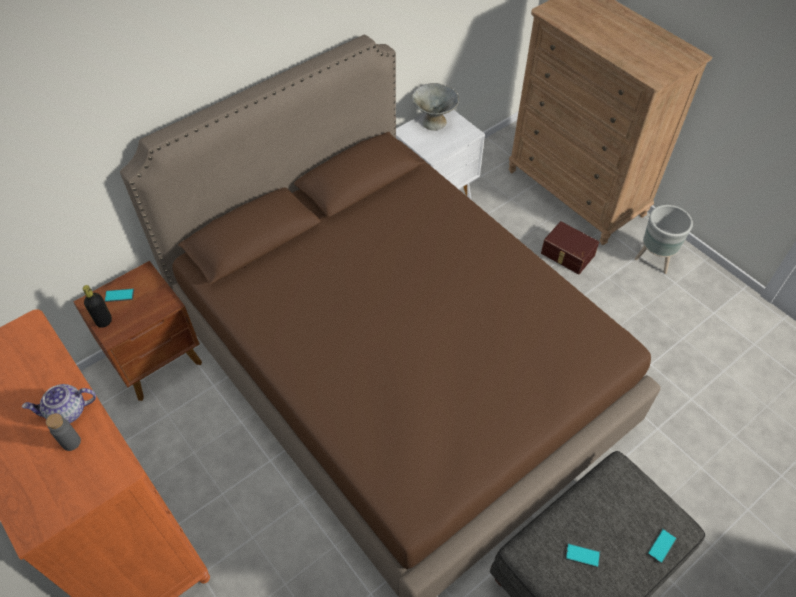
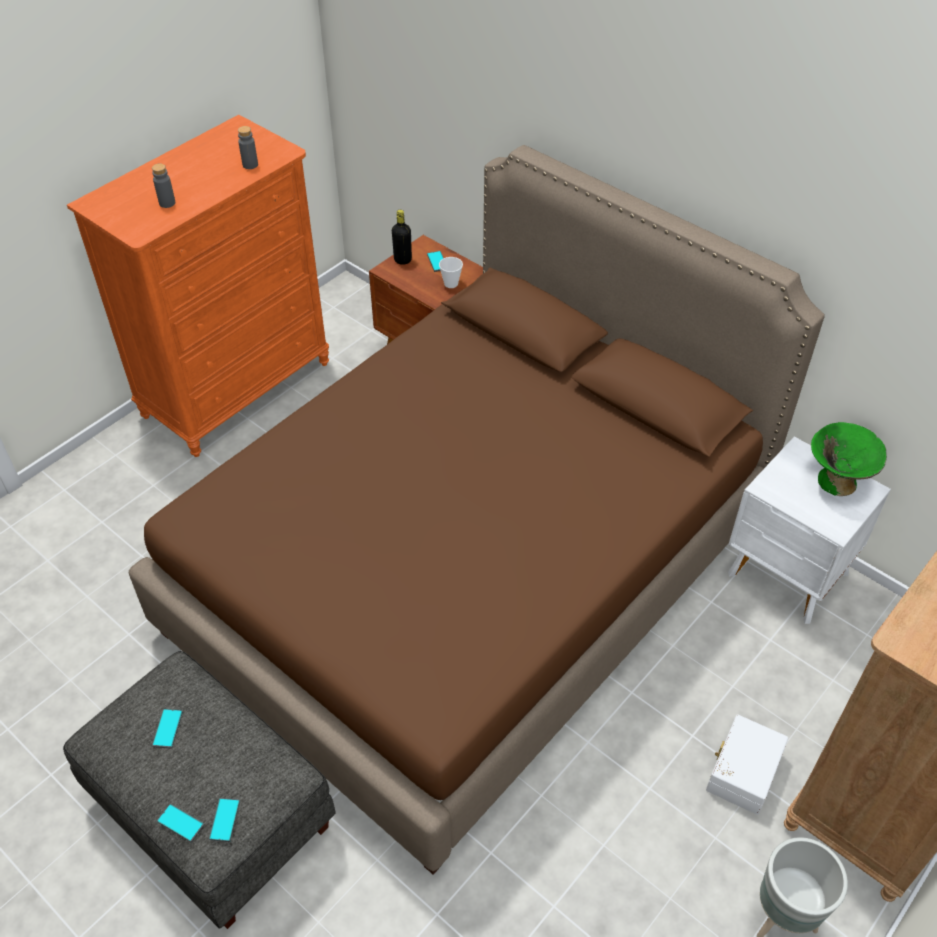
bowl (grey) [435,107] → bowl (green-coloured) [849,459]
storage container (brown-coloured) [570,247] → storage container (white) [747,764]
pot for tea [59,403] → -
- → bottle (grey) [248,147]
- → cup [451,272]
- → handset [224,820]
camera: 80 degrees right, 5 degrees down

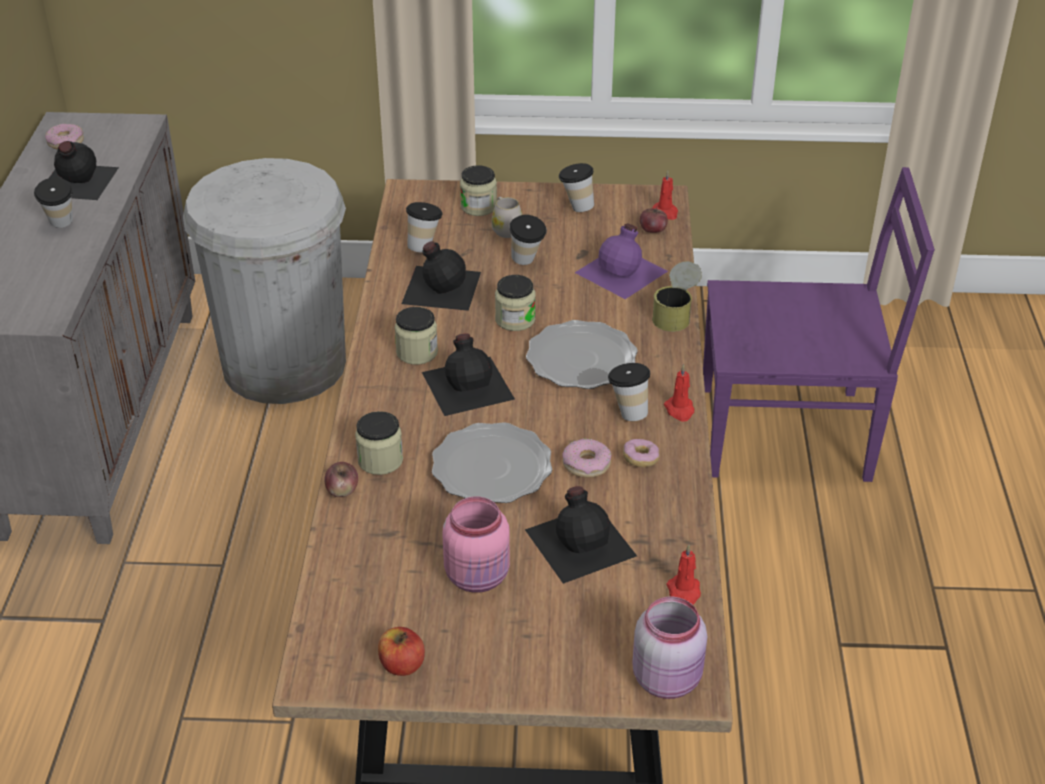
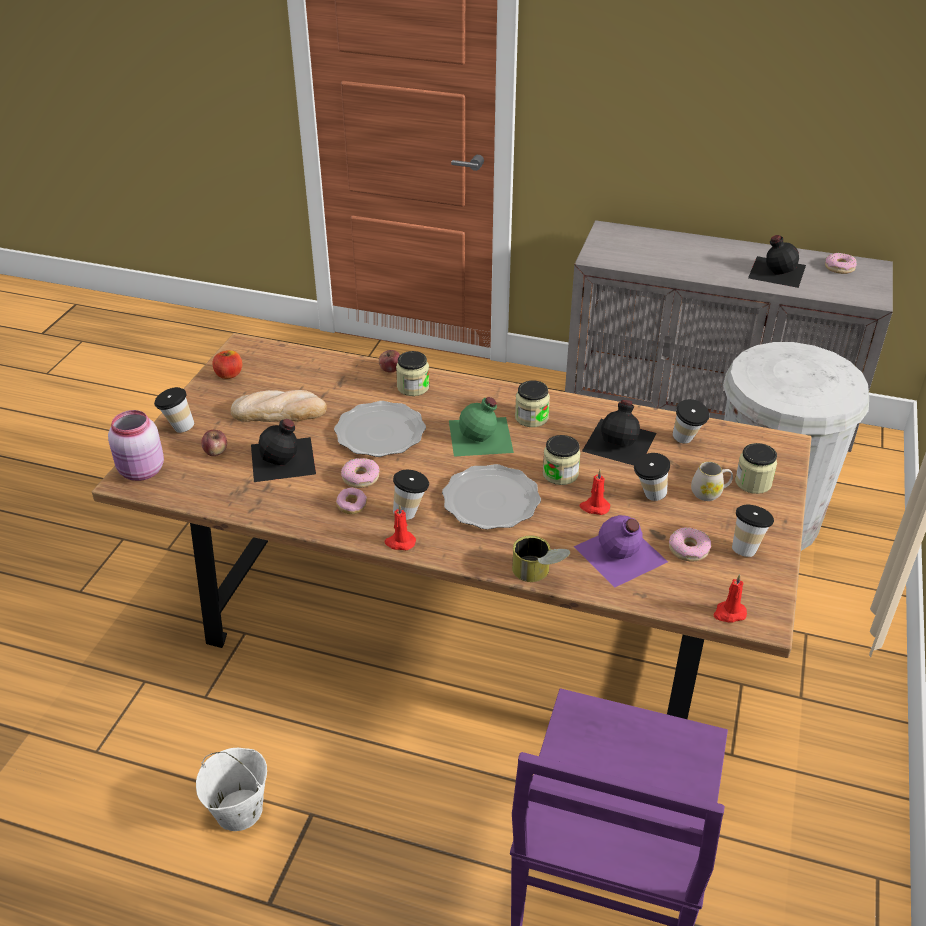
cup [53,202] → cup [174,410], relocated
apple fruit [654,220] → apple fruit [214,443], relocated
bottle (black-coloured) [468,374] → bottle (green-coloured) [481,427]
jar (pink) [476,545] → bakery bread [279,406]
candle (red) [683,574] → candle (red) [594,492], relocated
- → donut [690,544]
- → pail (white) [231,789]
camera: 105 degrees right, 0 degrees up

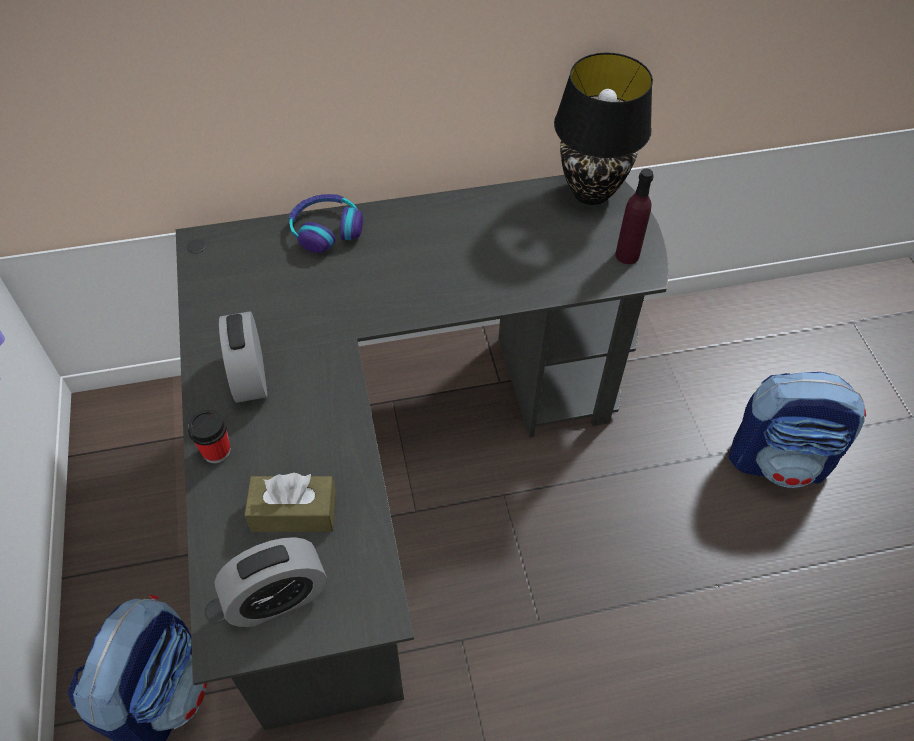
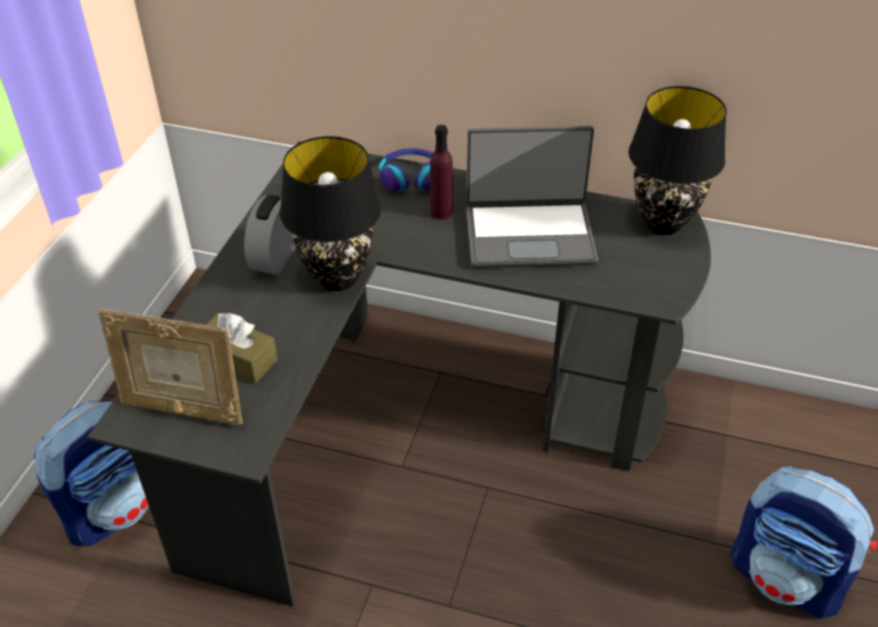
bottle (purplish) [634,216] → bottle (purplish) [441,172], relocated
cup [209,436] → -
alarm clock [270,582] → picture frame [170,367]
- → portable computer [532,197]
- → lamp for a table (black-coloured) [331,213]
camera: 30 degrees right, 10 degrees down

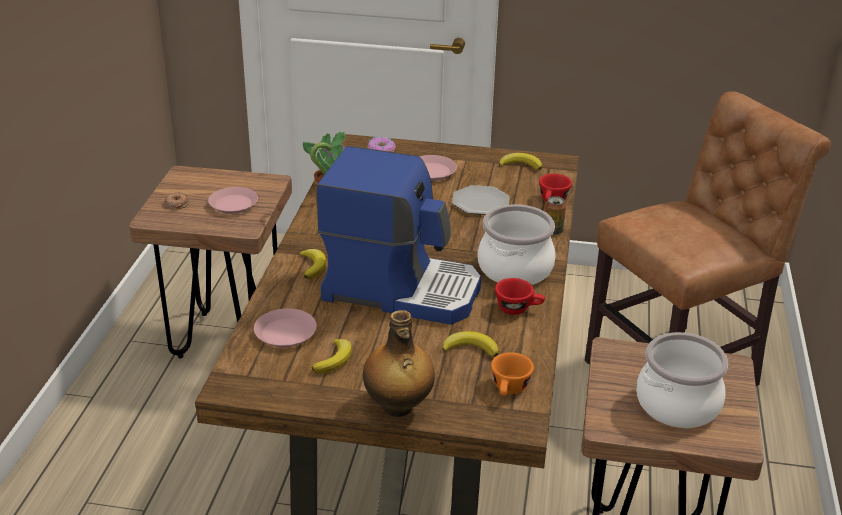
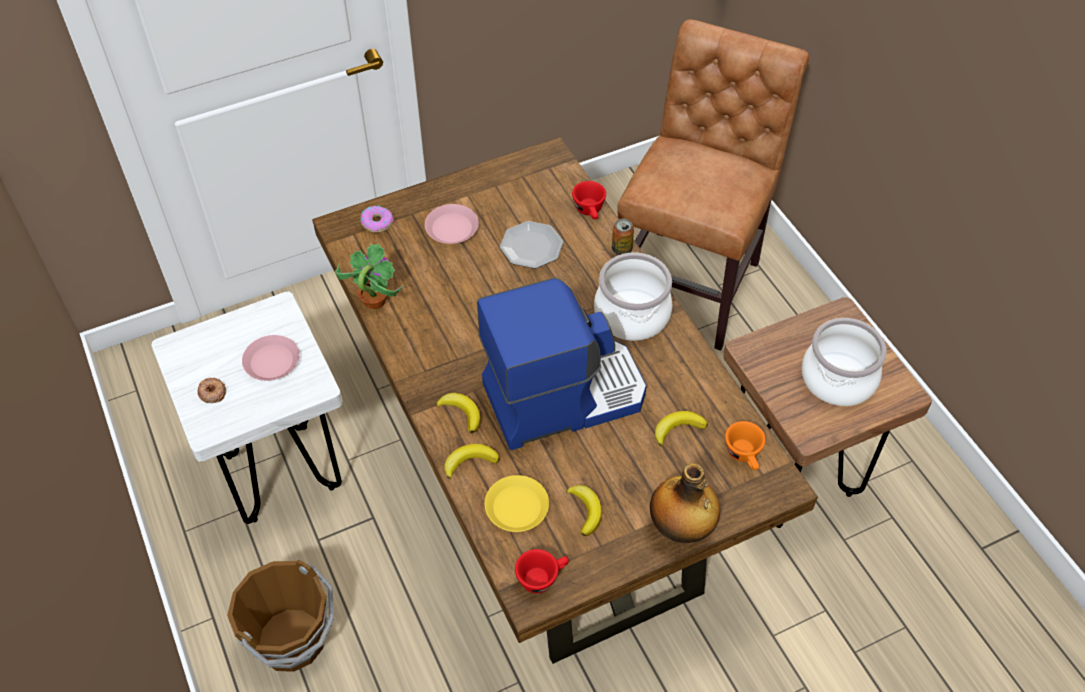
whole banana [520,161] → whole banana [472,462], relocated
stool seat (brown-coloured) [210,262] → stool seat (white) [246,408]
cup (red) [520,296] → cup (red) [542,571], relocated
flat dish (pink) [285,327] → flat dish (yellowish) [517,503]
- → pail (brown-coloured) [280,616]
camera: 35 degrees left, 20 degrees up

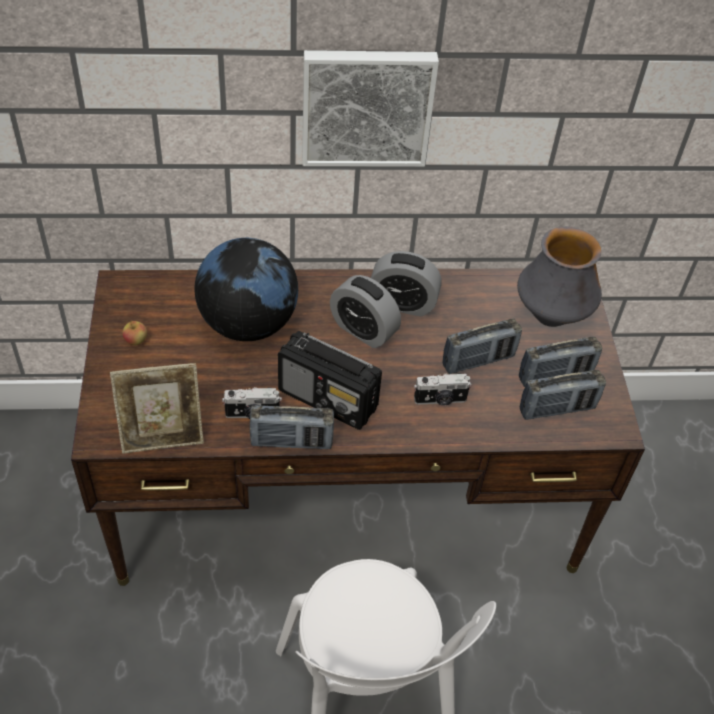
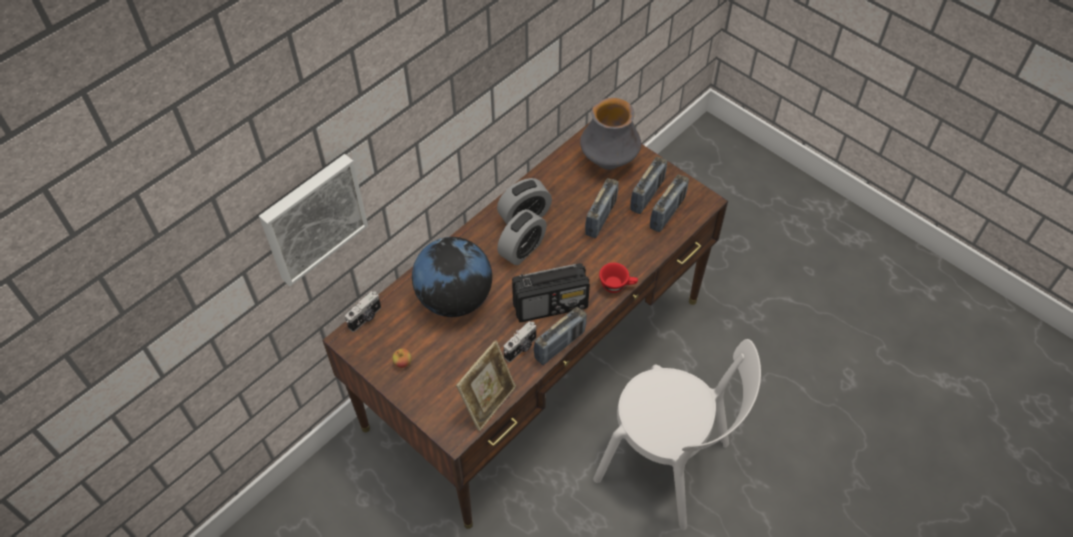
picture [370,108] → picture [313,220], relocated
alarm clock [365,311] → alarm clock [522,237], 45 degrees counterclockwise
photo camera [442,389] → photo camera [363,311], relocated
- → cup (red) [618,278]
camera: 40 degrees left, 5 degrees up

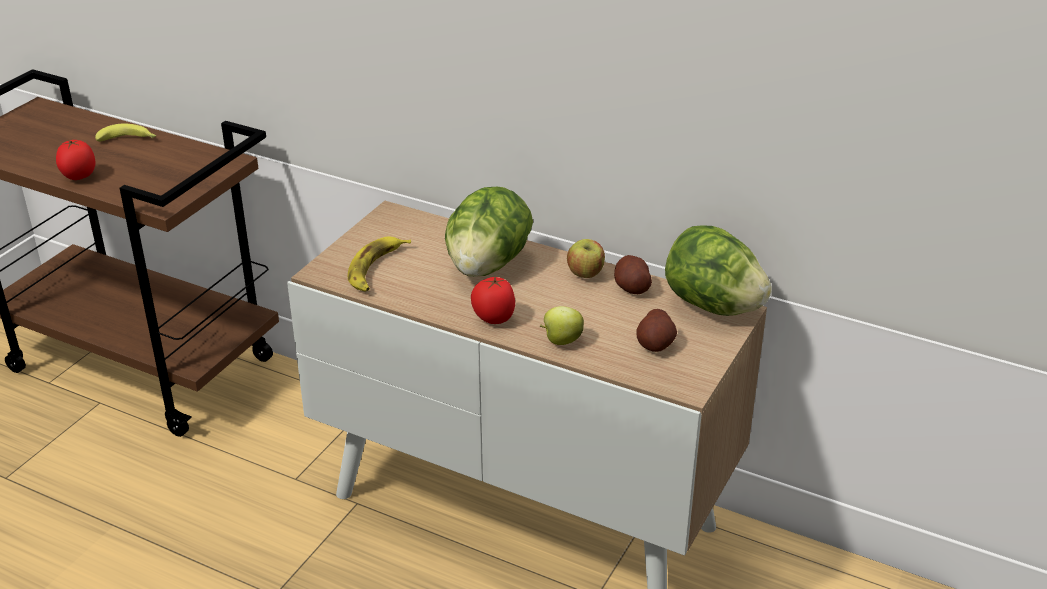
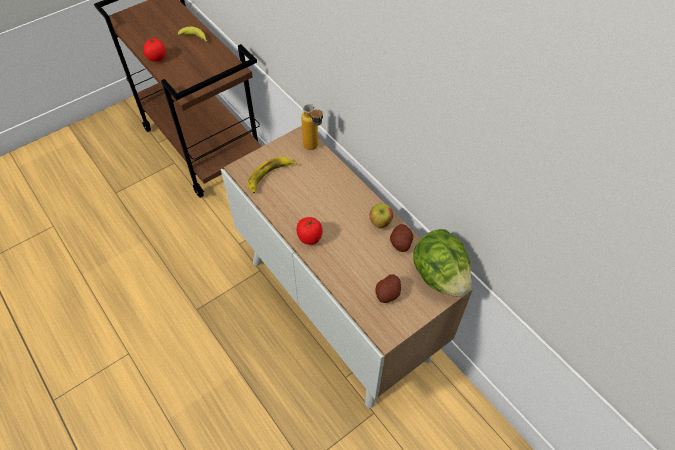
head of lettuce [489,232] → -
apple fruit [562,325] → -
- → bottle [312,127]
camera: 25 degrees right, 20 degrees up

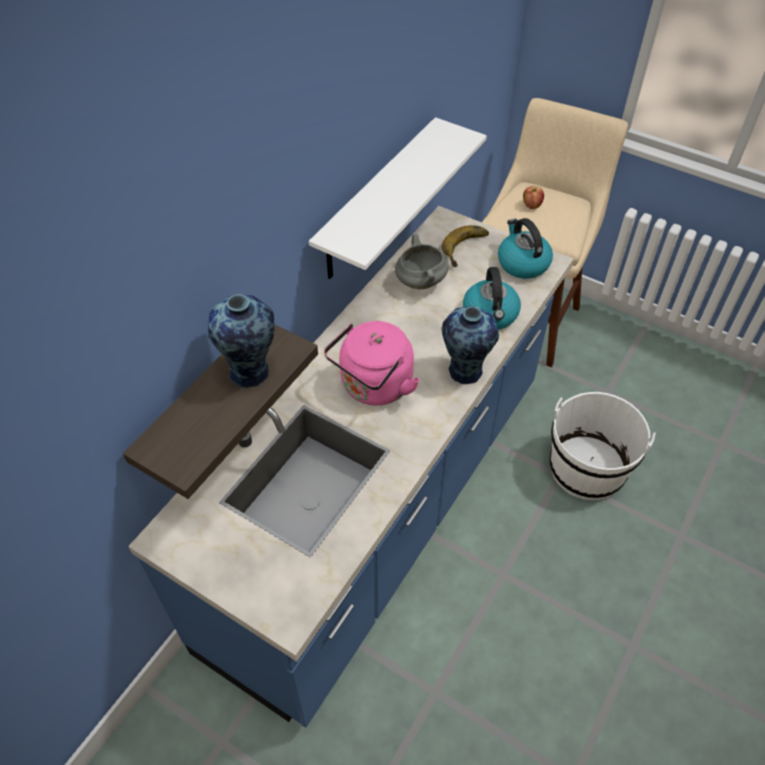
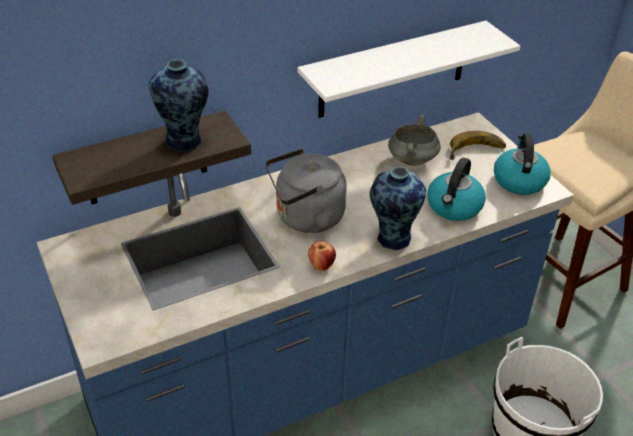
apple fruit [533,197] → apple fruit [322,256], relocated
water kettle (pink) [372,363] → water kettle (grey) [306,191]
camera: 30 degrees right, 10 degrees down

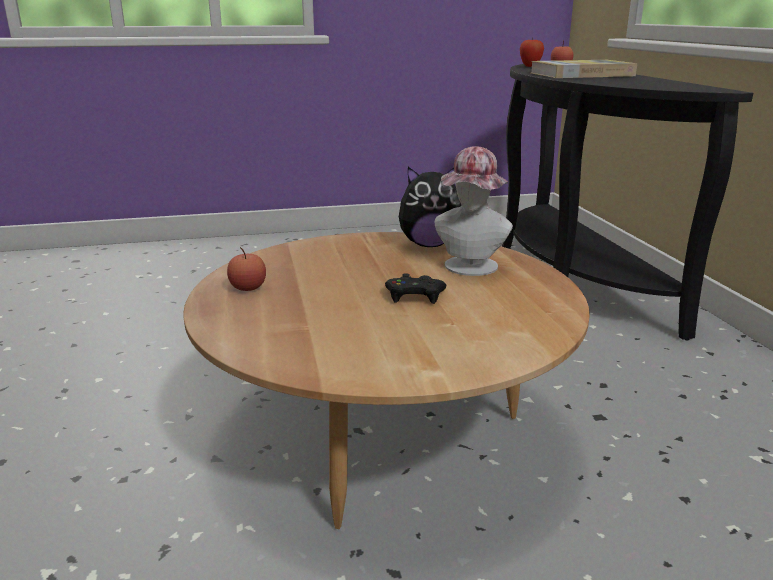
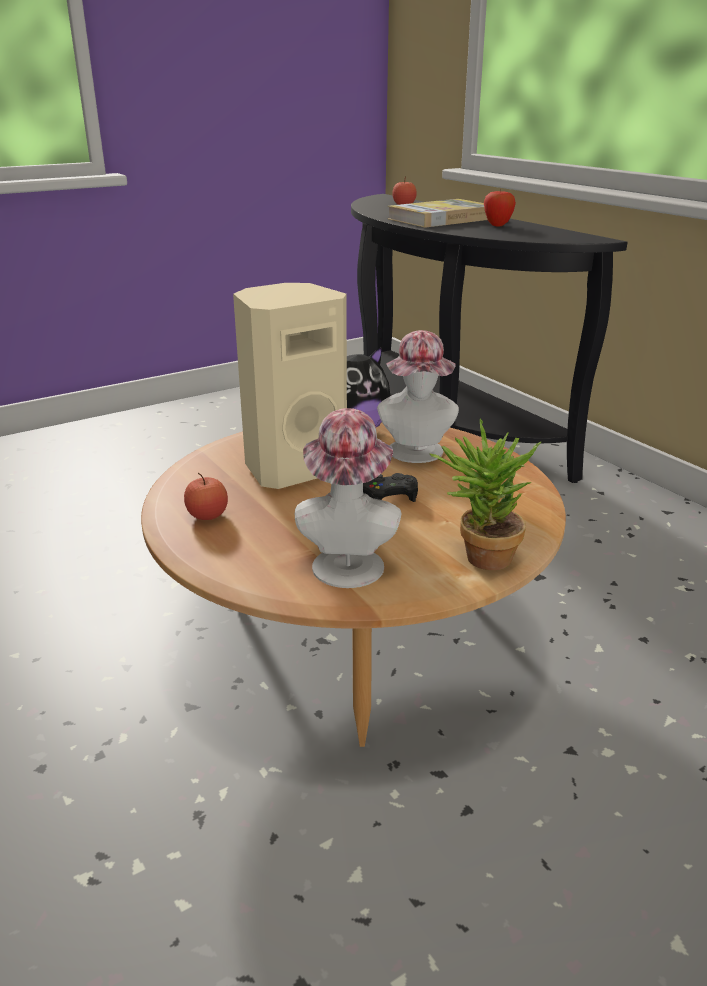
apple fruit [532,52] → apple fruit [500,208], relocated
- → audio speaker (beige-coloured) [290,386]
- → wearable hat [348,498]
- → plant in a pot [485,494]
camera: 20 degrees left, 5 degrees up

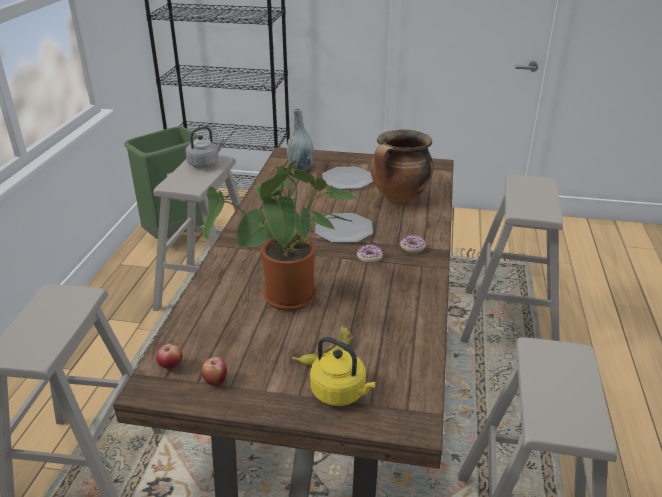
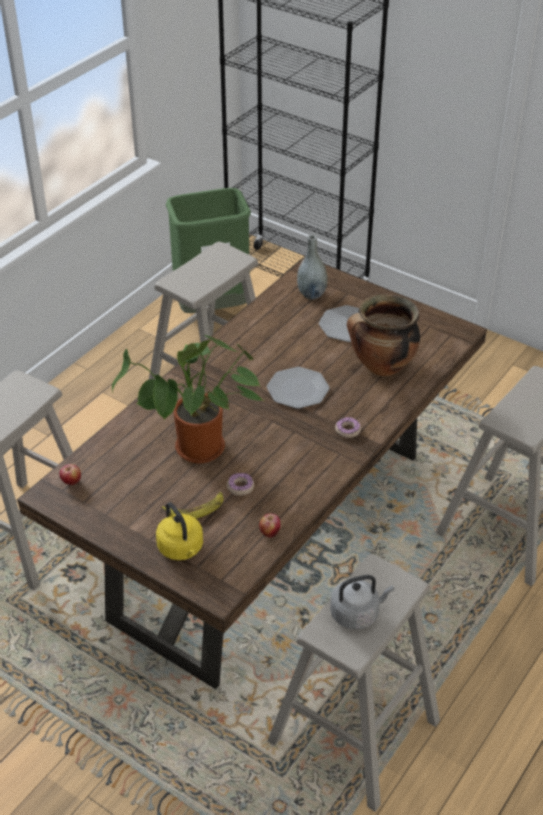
water kettle (grey) [204,147] → water kettle (grey) [362,602], relocated
donut [370,253] → donut [240,484], relocated
apple fruit [214,371] → apple fruit [269,526], relocated
camera: 25 degrees right, 10 degrees up

